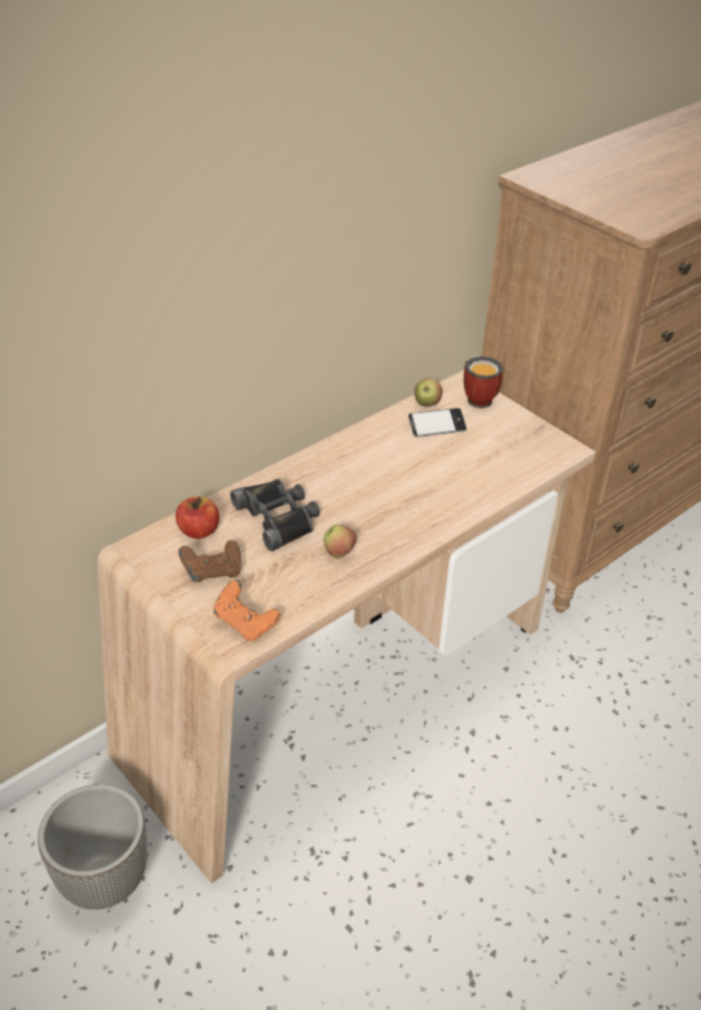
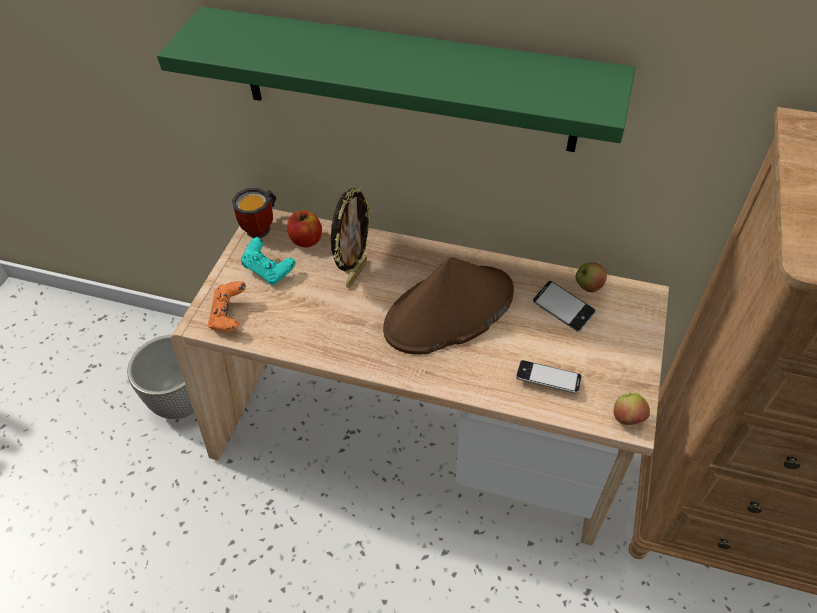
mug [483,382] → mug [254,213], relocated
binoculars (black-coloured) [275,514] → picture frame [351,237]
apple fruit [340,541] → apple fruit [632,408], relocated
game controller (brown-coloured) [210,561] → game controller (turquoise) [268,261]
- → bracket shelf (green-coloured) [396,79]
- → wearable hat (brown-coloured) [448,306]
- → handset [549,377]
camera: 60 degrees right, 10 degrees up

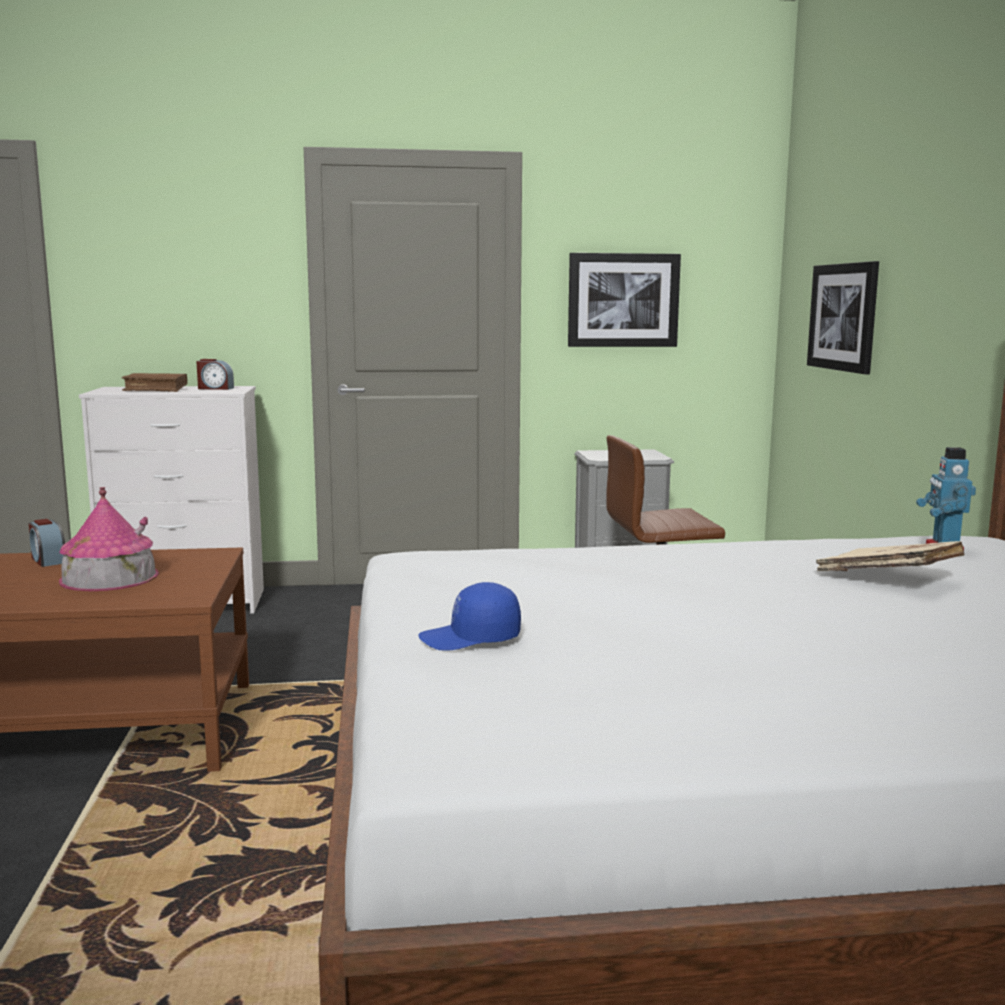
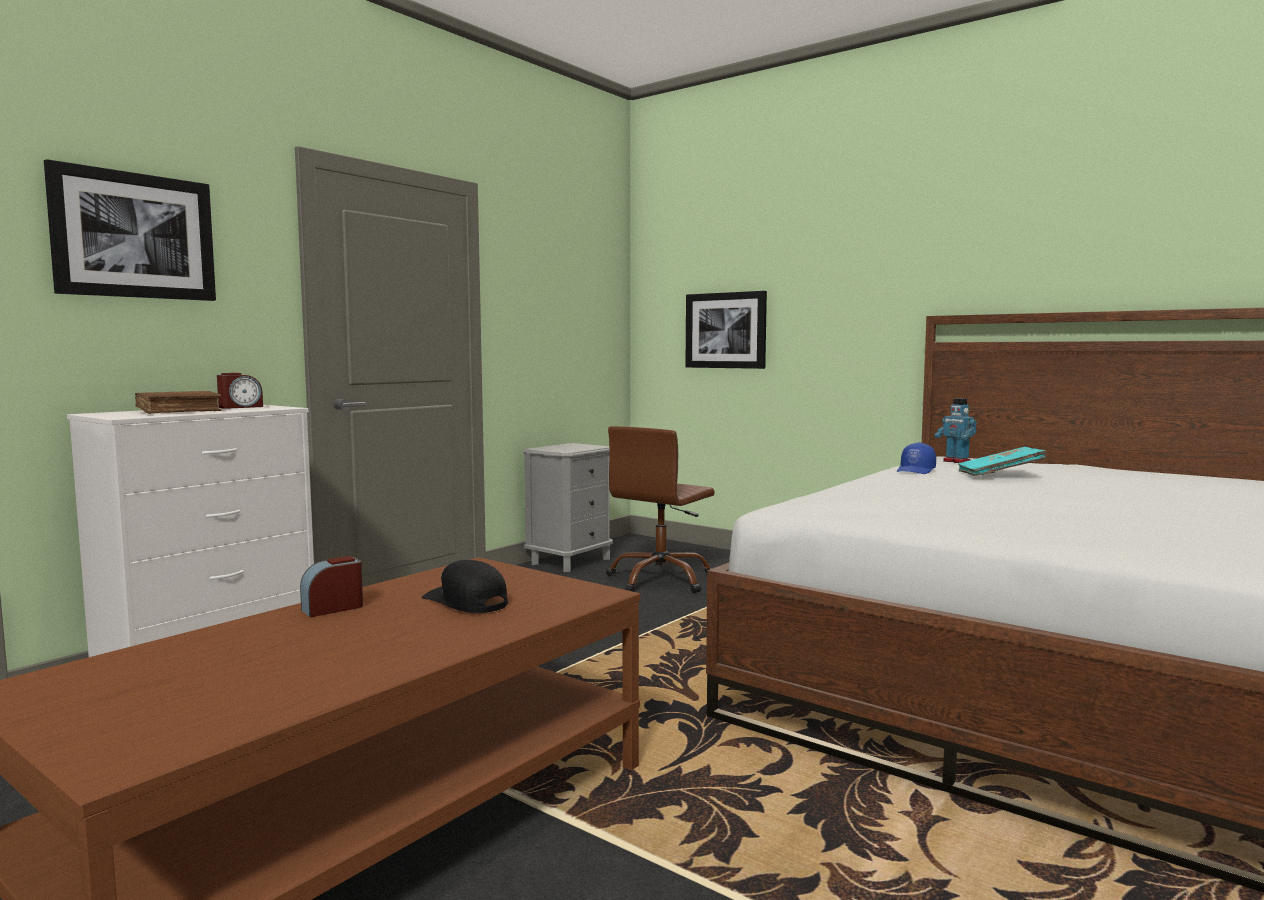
picture [624,300] → picture [130,230], relocated
toy house [109,539] → baseball cap (black-coloured) [465,586]
alarm clock [47,543] → alarm clock [331,586], 135 degrees clockwise
book (beige-coloured) [890,556] → book (turquoise) [1002,461]
baseball cap (bluish) [470,616] → baseball cap (bluish) [916,458], relocated
camera: 45 degrees left, 5 degrees down

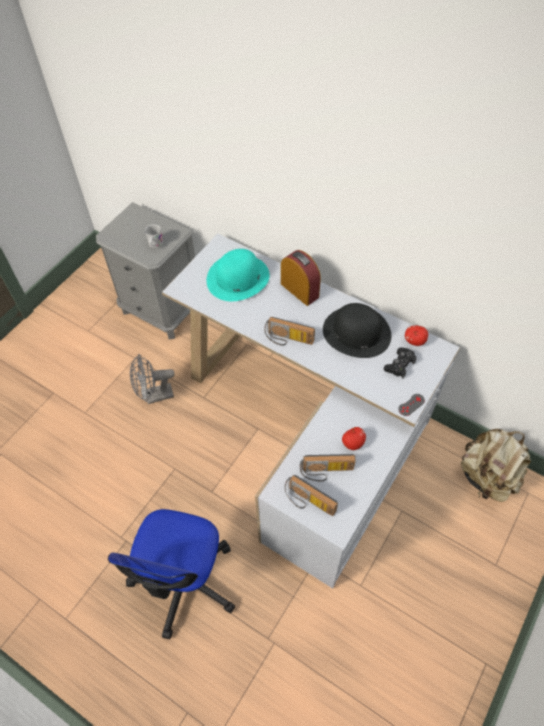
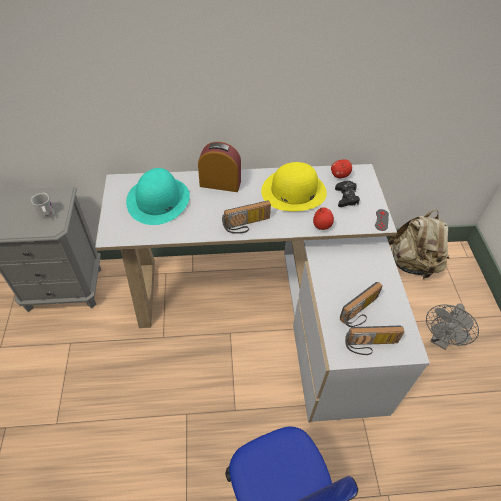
wearable hat (black-coloured) [357,330] → wearable hat (yellowish) [294,186]
cooling fan (grey) [152,379] → cooling fan (grey) [452,327], relocated
apple fruit [354,438] → apple fruit [323,218], relocated
camera: 40 degrees left, 5 degrees down

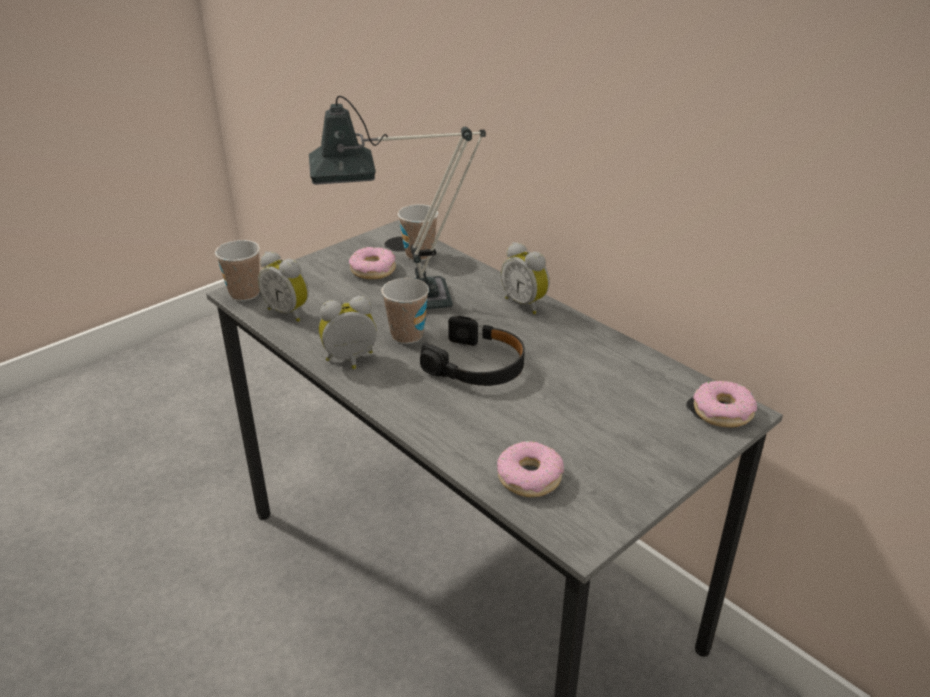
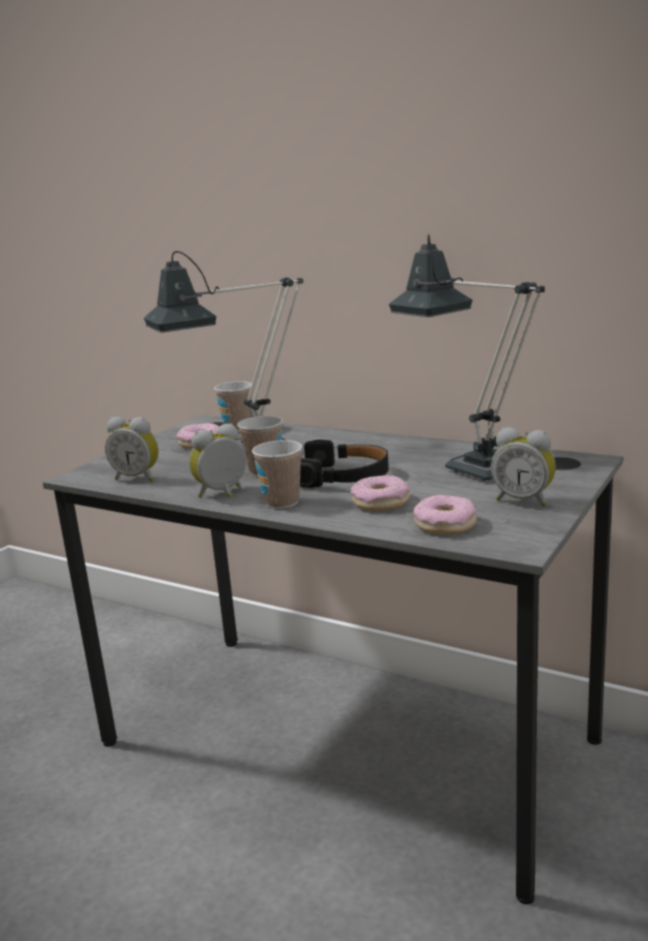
cup [237,270] → cup [277,474], relocated
alarm clock [525,278] → alarm clock [523,467], relocated
donut [725,404] → donut [380,493], relocated
- → lamp for a table [467,357]
camera: 15 degrees left, 15 degrees down

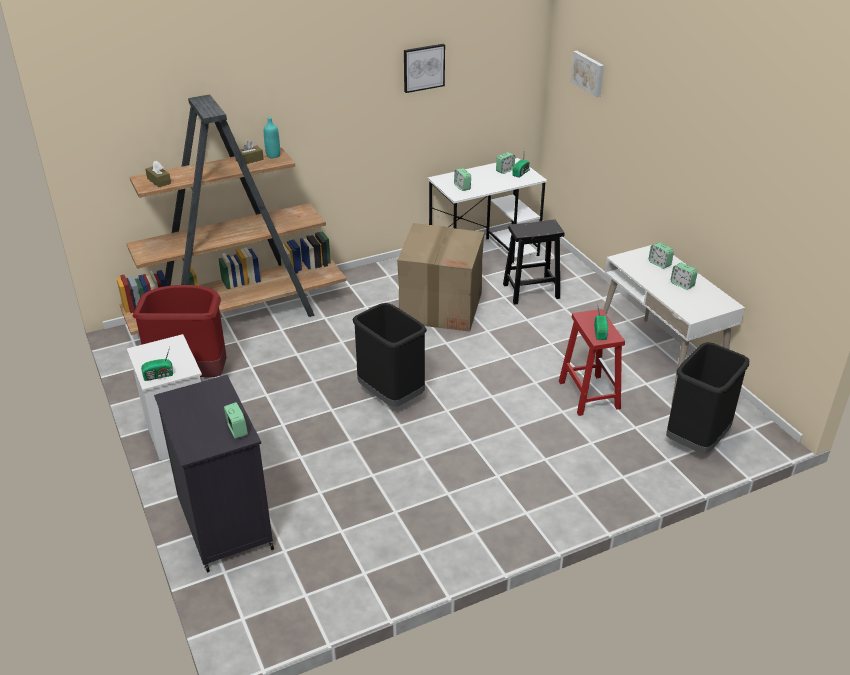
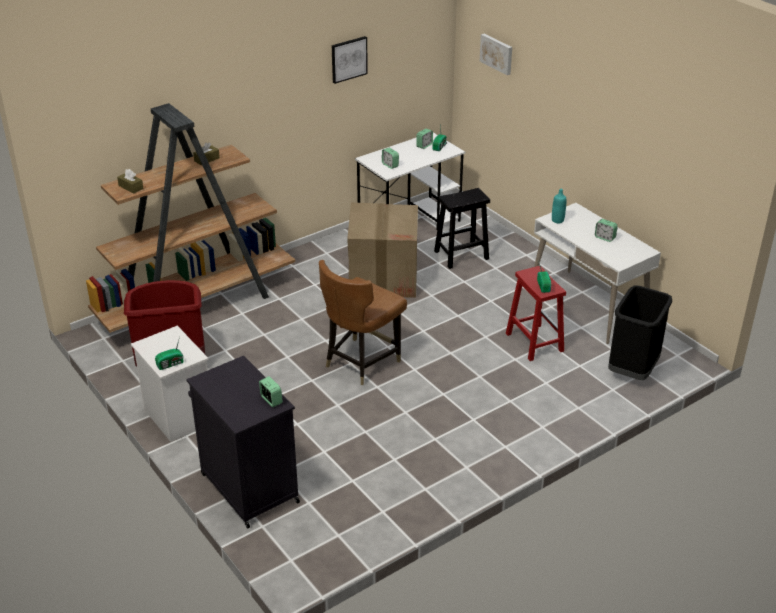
bottle (turquoise) [272,137] → bottle (turquoise) [559,206], relocated
alarm clock [661,255] → -
waste bin (black-coloured) [389,355] → upright chair (brown-coloured) [363,322]
camera: 10 degrees left, 0 degrees up

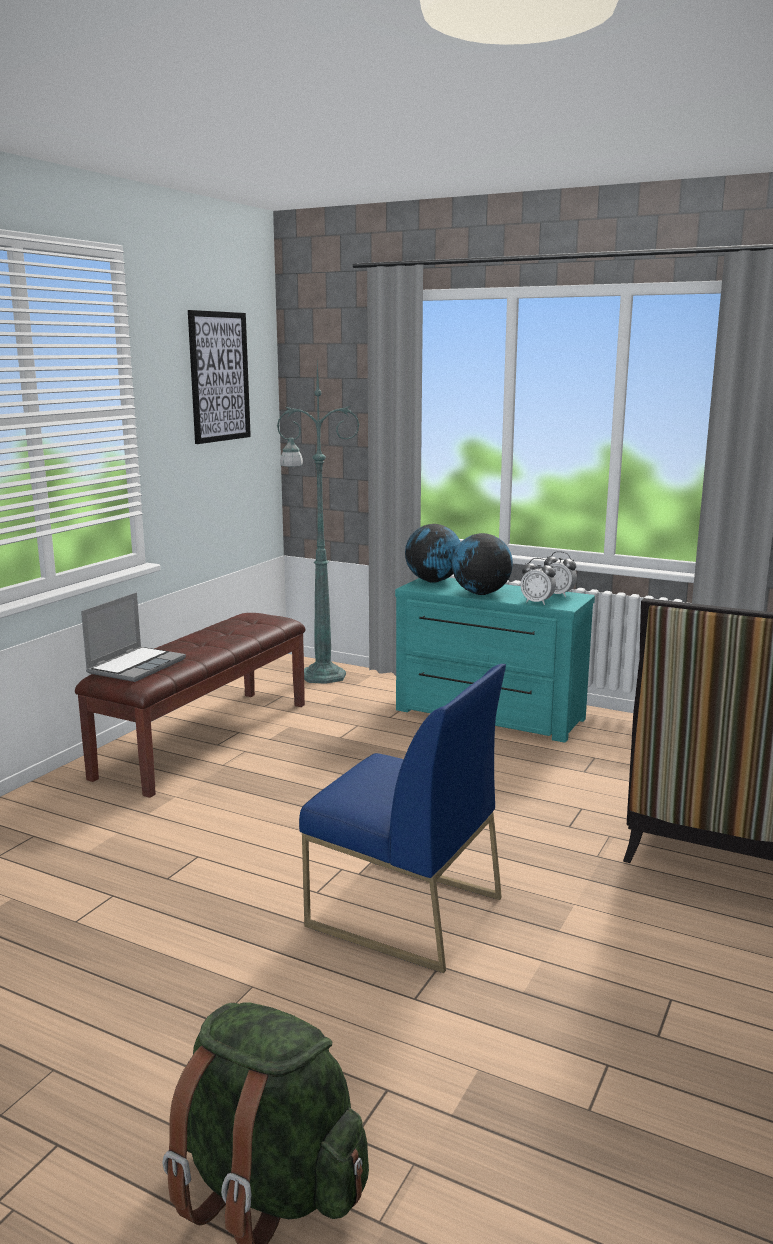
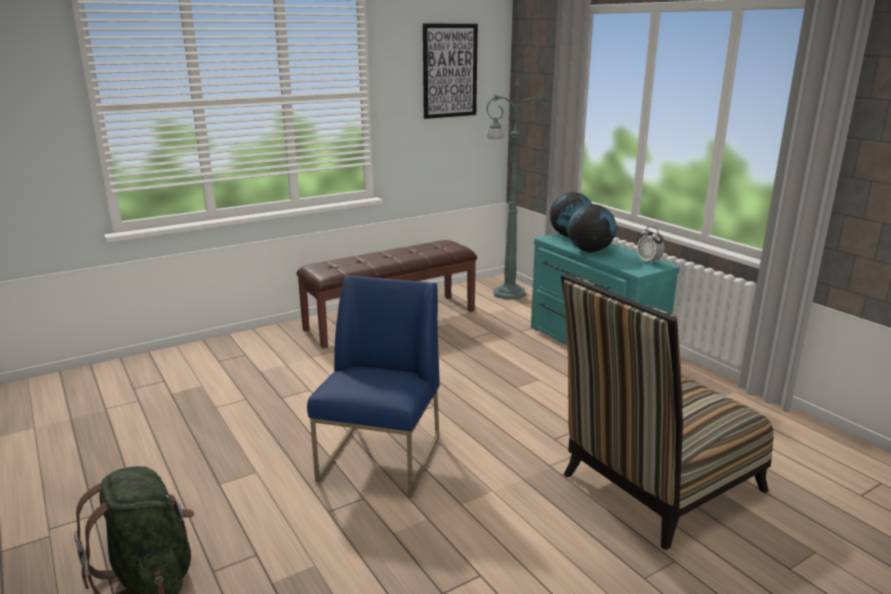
alarm clock [538,581] → -
portable computer [133,637] → -
upright chair (bluish) [402,818] → upright chair (bluish) [373,386], 135 degrees counterclockwise
camera: 30 degrees right, 5 degrees up

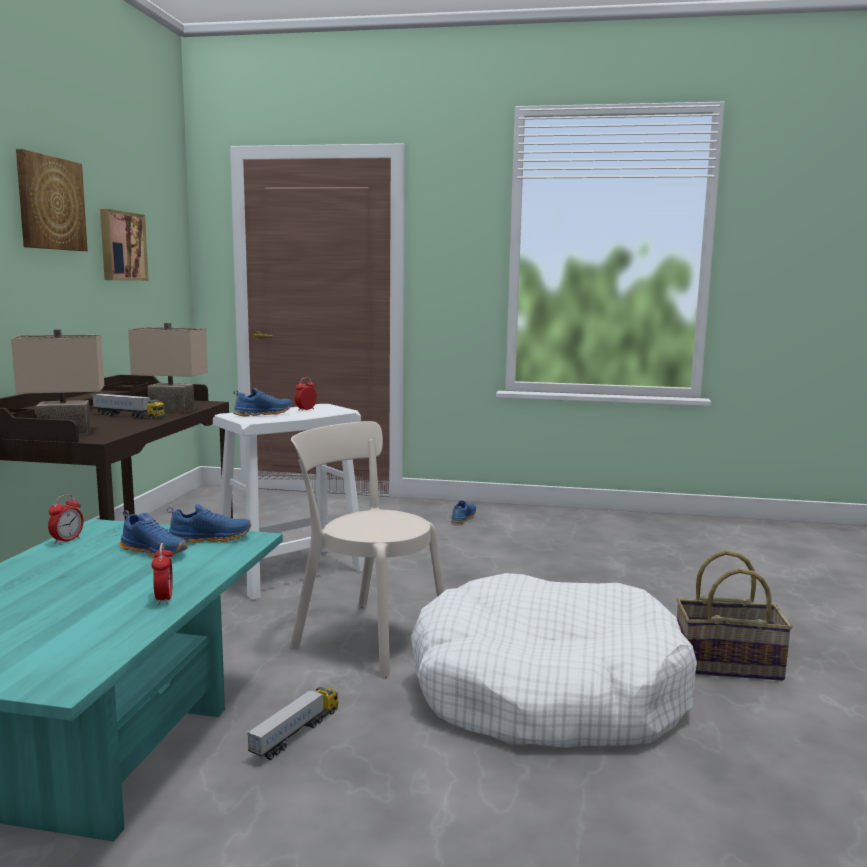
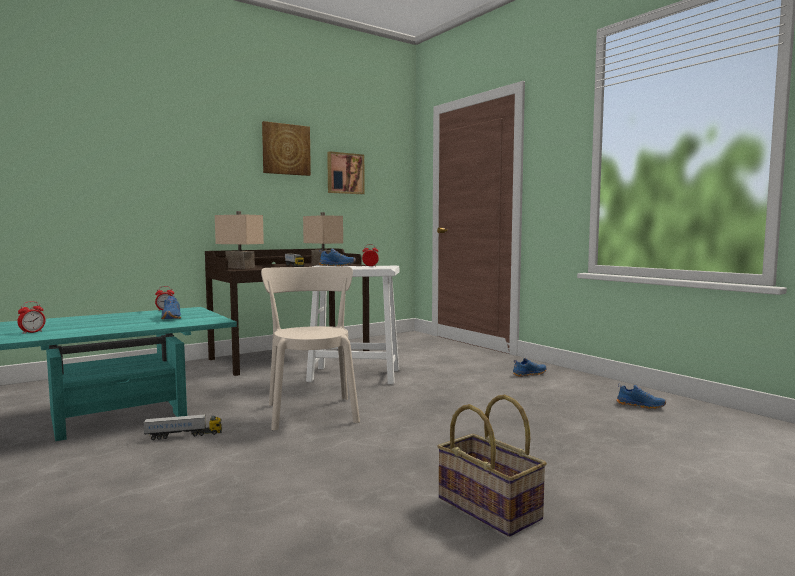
item of footwear (bluish) [209,523] → item of footwear (bluish) [641,396], relocated
alarm clock [162,574] → alarm clock [31,317], relocated
dog cushion (white) [554,660] → -
camera: 45 degrees right, 5 degrees down

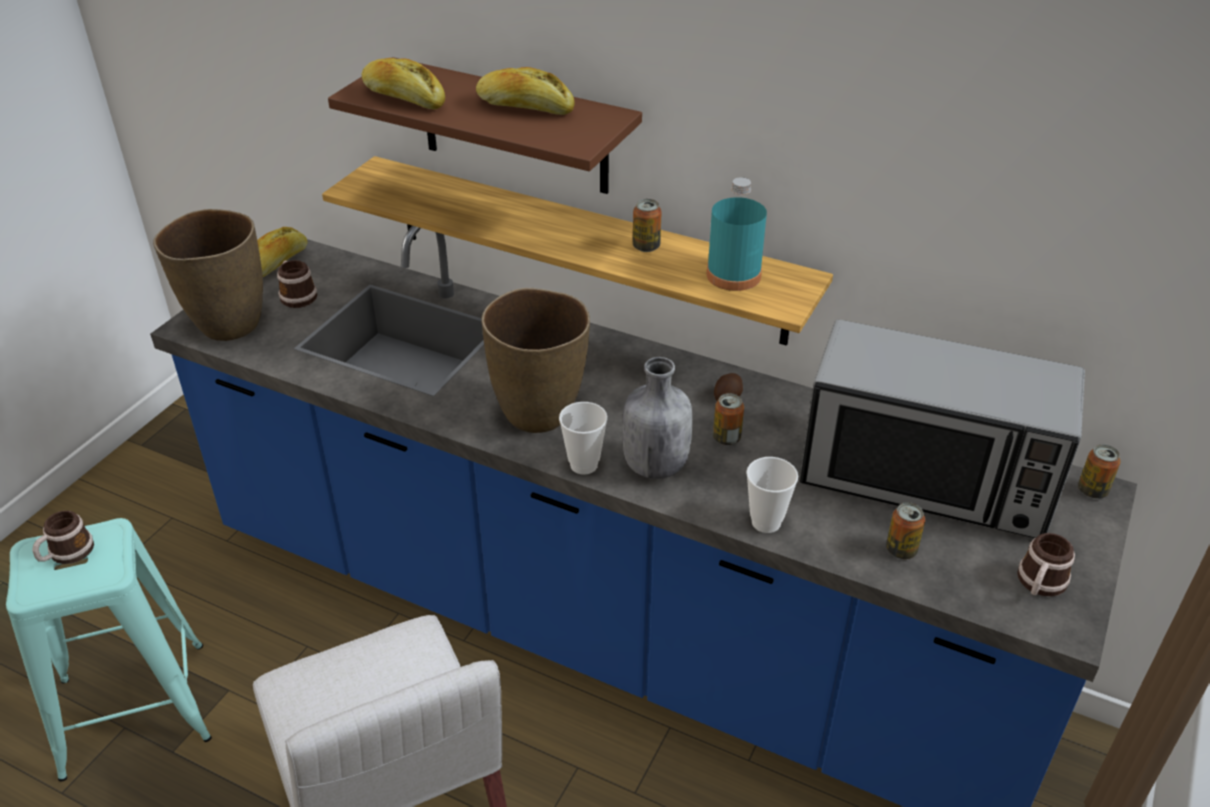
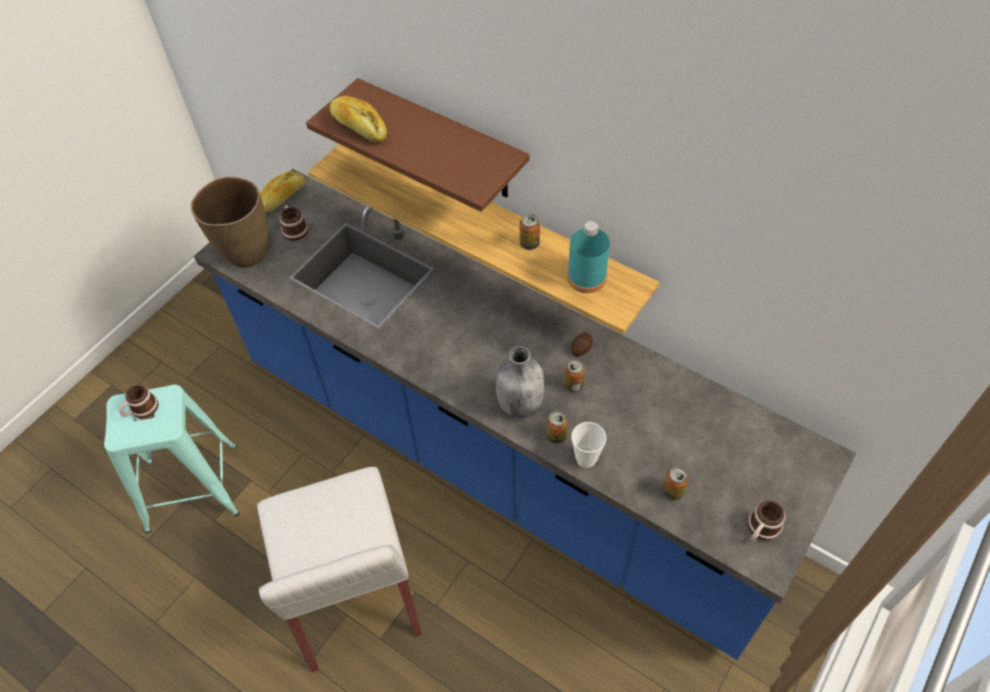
bakery bread [525,91] → -
decorative vase (brown-coloured) [535,360] → -
kitchen microwave [942,429] → -
cup [583,438] → -
metal can [1099,471] → metal can [557,427], relocated
camera: 10 degrees right, 15 degrees up

